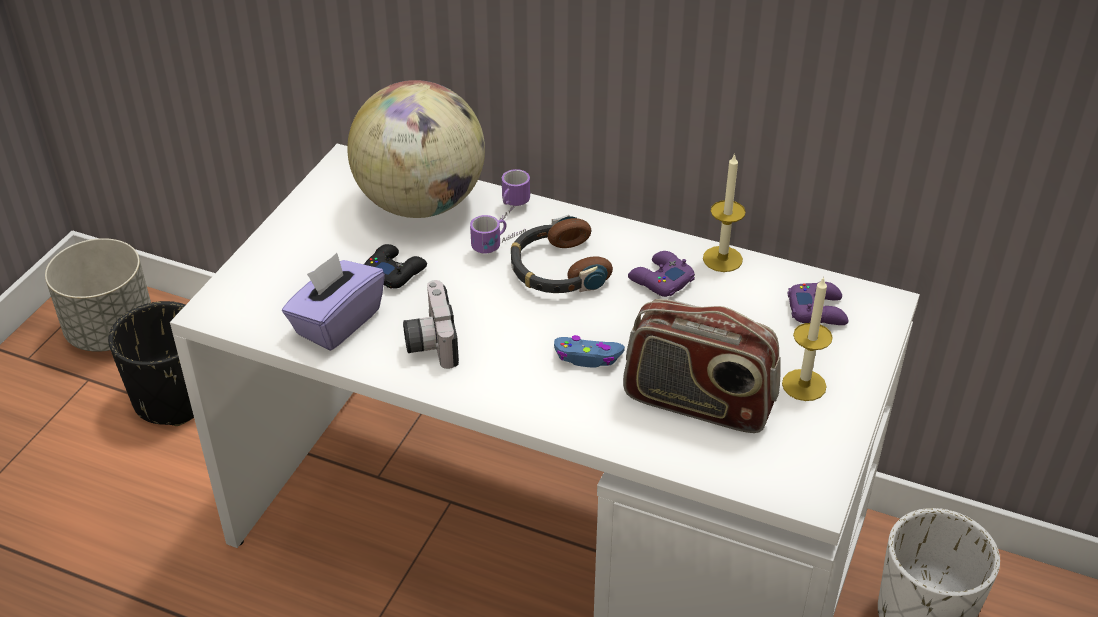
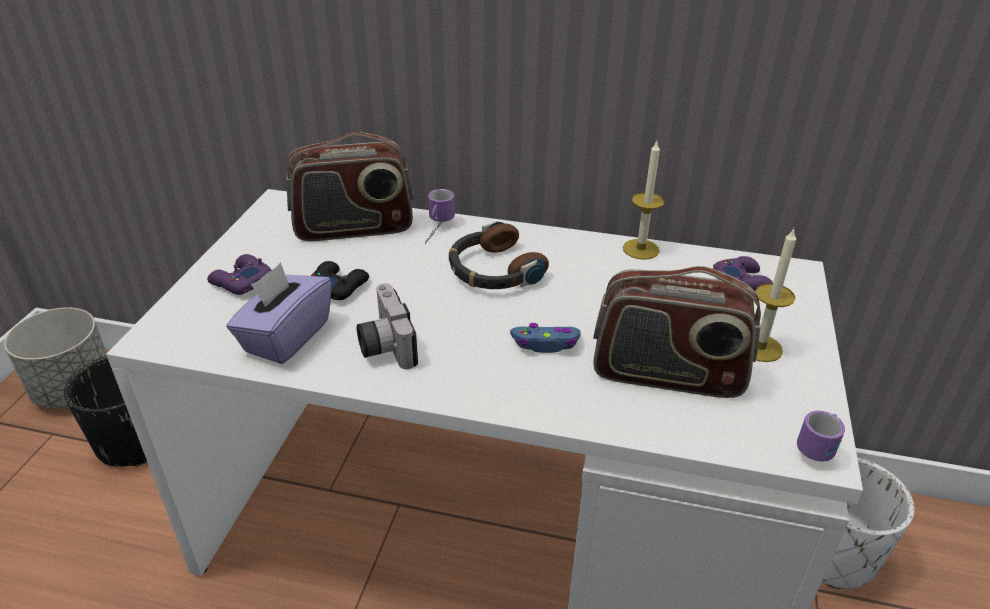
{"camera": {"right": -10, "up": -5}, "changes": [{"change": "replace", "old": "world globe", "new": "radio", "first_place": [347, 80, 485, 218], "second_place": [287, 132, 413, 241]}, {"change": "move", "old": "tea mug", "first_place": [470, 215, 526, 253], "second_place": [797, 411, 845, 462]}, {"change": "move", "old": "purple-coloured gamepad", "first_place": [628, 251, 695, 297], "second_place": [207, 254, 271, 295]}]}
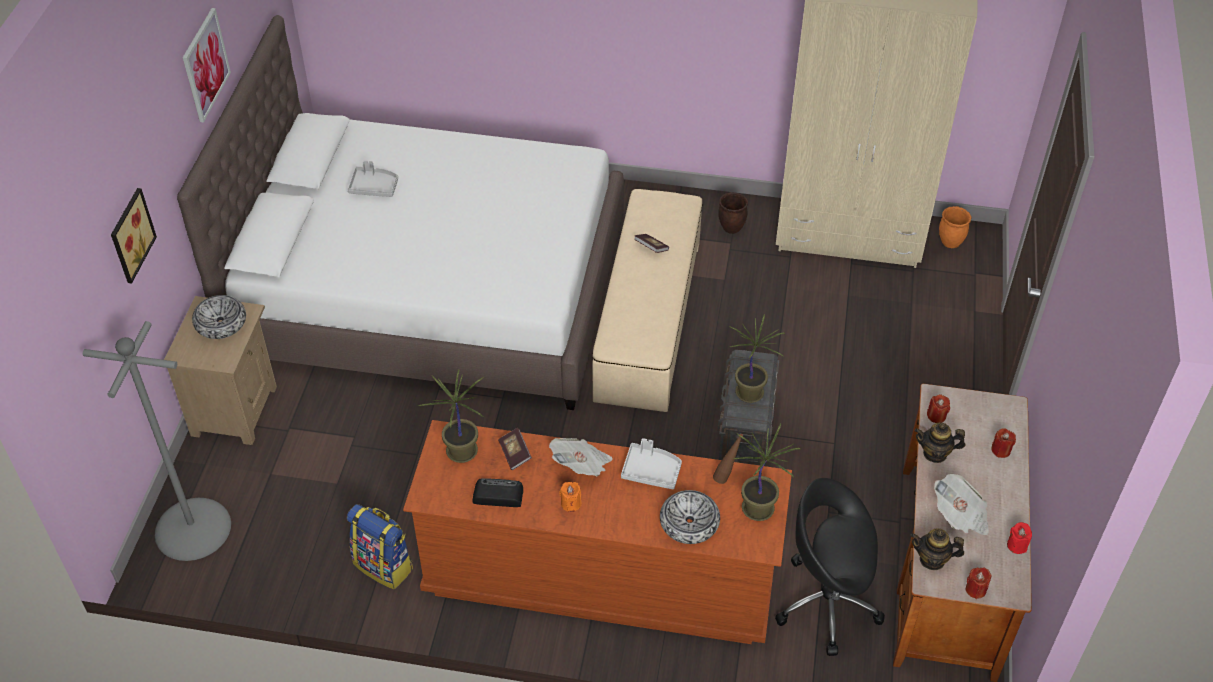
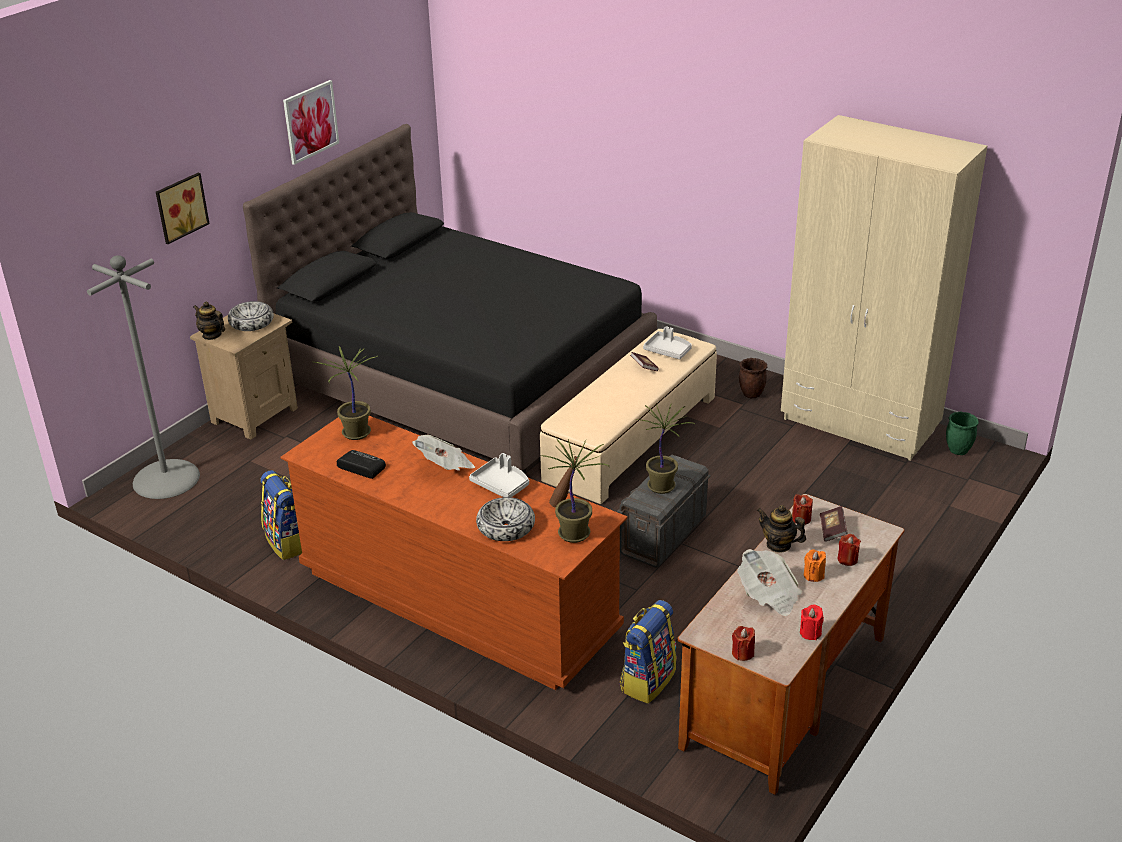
{"camera": {"right": 25, "up": -15}, "changes": [{"change": "recolor", "old": "white-coloured sleeping bed", "new": "black-coloured sleeping bed", "first_place": [177, 15, 624, 410], "second_place": [243, 124, 657, 475]}, {"change": "move", "old": "gray serving tray", "first_place": [348, 160, 398, 197], "second_place": [643, 326, 692, 359]}, {"change": "recolor", "old": "orange planter", "new": "green planter", "first_place": [939, 206, 971, 248], "second_place": [946, 411, 979, 455]}, {"change": "move", "old": "volume", "first_place": [498, 428, 532, 470], "second_place": [820, 506, 848, 542]}, {"change": "replace", "old": "black-coloured computer chair", "new": "backpack", "first_place": [775, 478, 885, 656], "second_place": [620, 600, 677, 704]}, {"change": "move", "old": "orange wax light", "first_place": [559, 482, 582, 512], "second_place": [804, 550, 826, 582]}, {"change": "move", "old": "tea pot", "first_place": [910, 529, 964, 570], "second_place": [193, 302, 225, 340]}]}
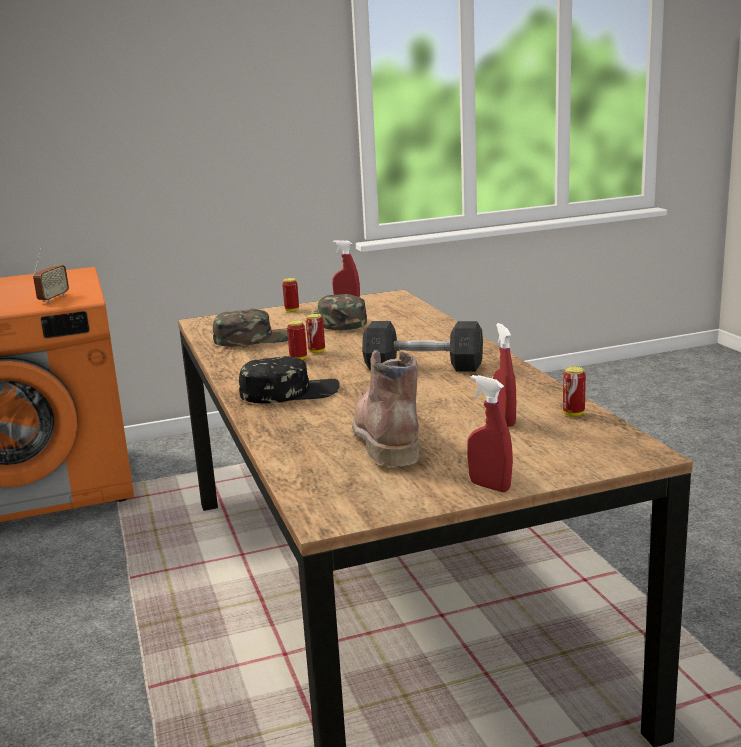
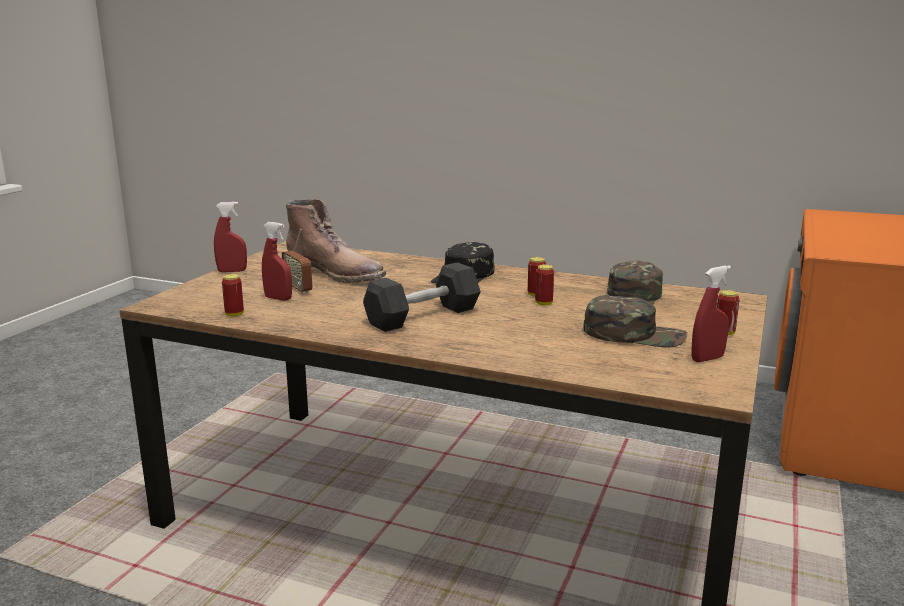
{"camera": {"right": 130, "up": 0}, "changes": [{"change": "move", "old": "radio", "first_place": [33, 246, 69, 302], "second_place": [282, 229, 312, 294]}]}
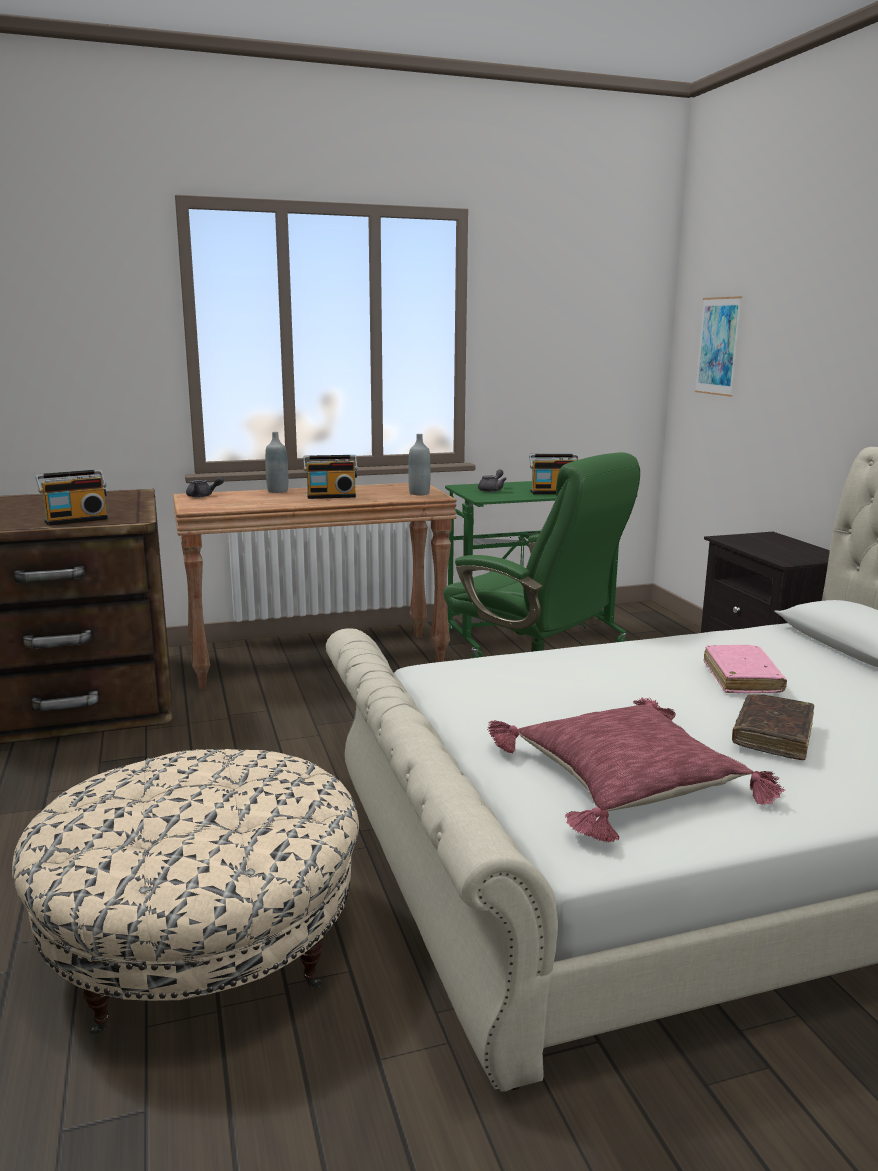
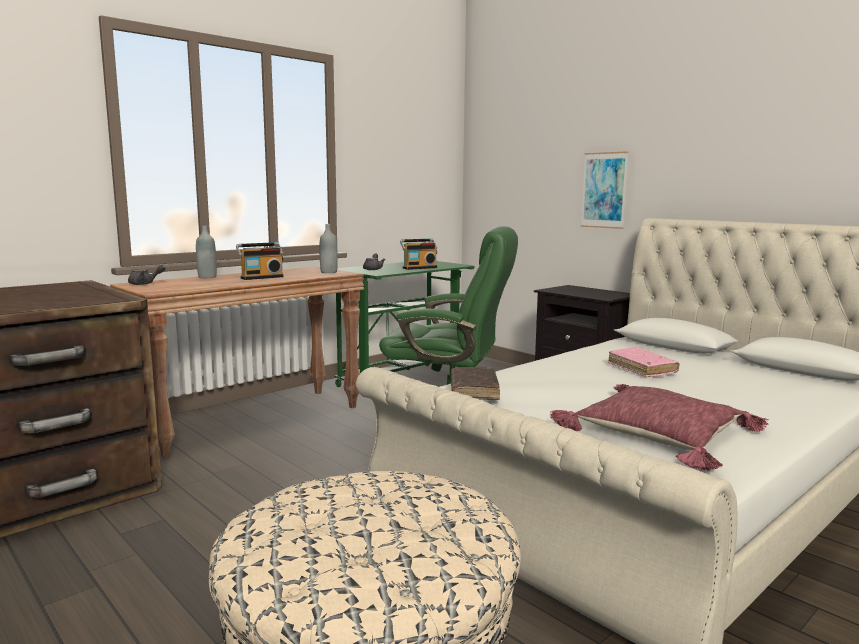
{"camera": {"right": -25, "up": -5}, "changes": [{"change": "move", "old": "picture", "first_place": [695, 296, 742, 397], "second_place": [581, 151, 628, 229]}, {"change": "delete", "old": "radio", "first_place": [35, 469, 108, 526]}, {"change": "move", "old": "brown-coloured volume", "first_place": [732, 694, 814, 760], "second_place": [451, 367, 500, 400]}]}
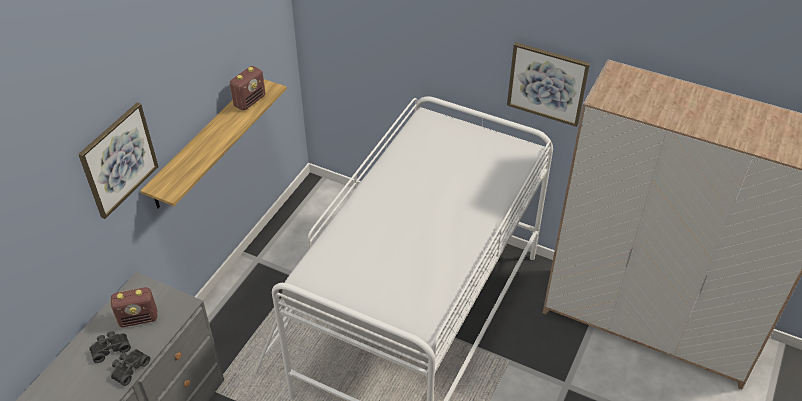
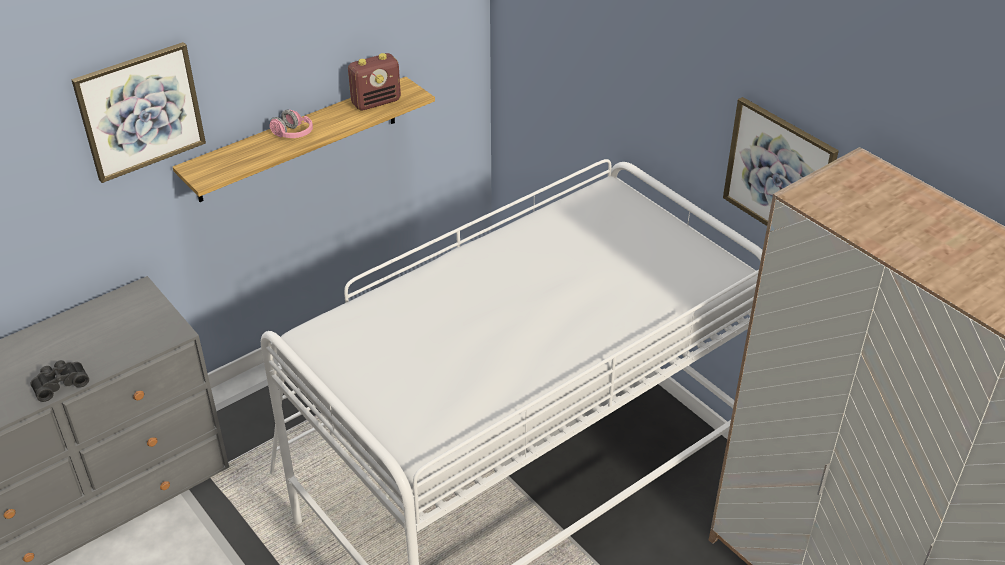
{"camera": {"right": 25, "up": -5}, "changes": [{"change": "delete", "old": "radio", "first_place": [111, 287, 158, 327]}, {"change": "delete", "old": "black-coloured pair of binoculars", "first_place": [89, 331, 131, 363]}, {"change": "insert", "new": "pink pair of headphones", "second_place": [270, 110, 313, 138]}]}
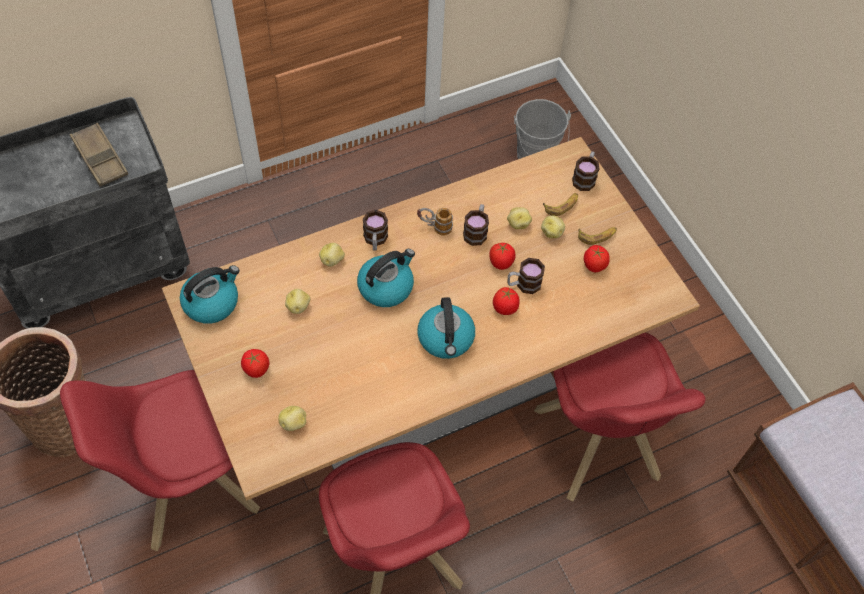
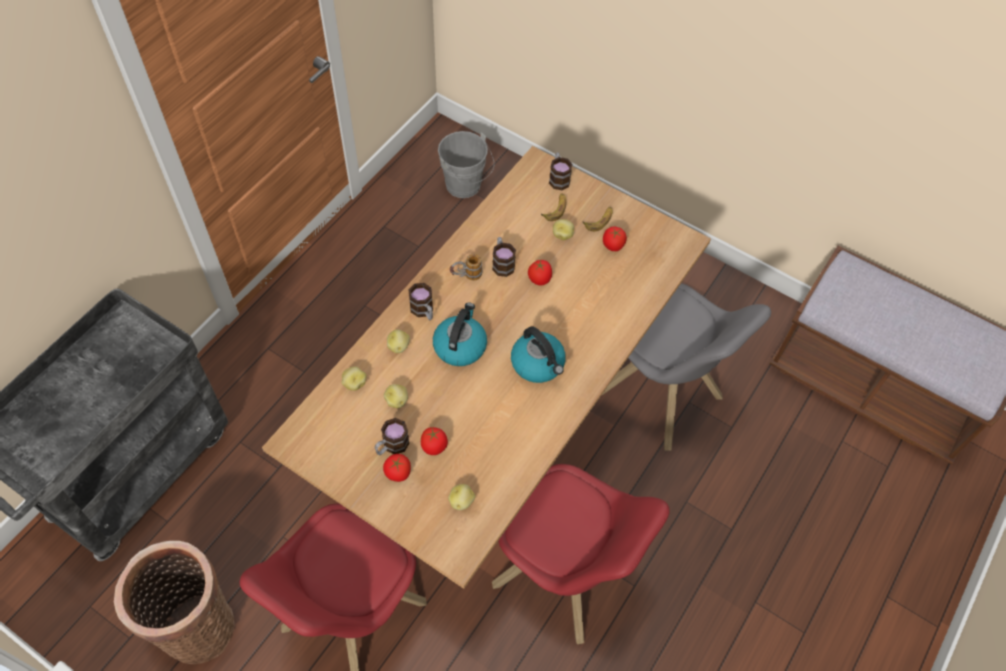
{"camera": {"right": -30, "up": 0}, "changes": [{"change": "delete", "old": "brown-coloured serving tray", "first_place": [70, 123, 128, 187]}, {"change": "move", "old": "spud", "first_place": [507, 207, 532, 229], "second_place": [342, 366, 367, 391]}, {"change": "move", "old": "tea mug", "first_place": [507, 258, 545, 294], "second_place": [375, 418, 409, 455]}, {"change": "delete", "old": "tea kettle", "first_place": [180, 265, 239, 324]}, {"change": "move", "old": "fresh tomato", "first_place": [493, 287, 520, 315], "second_place": [421, 427, 448, 455]}, {"change": "recolor", "old": "red upright chair", "new": "gray upright chair", "first_place": [534, 333, 706, 502], "second_place": [602, 283, 771, 451]}]}
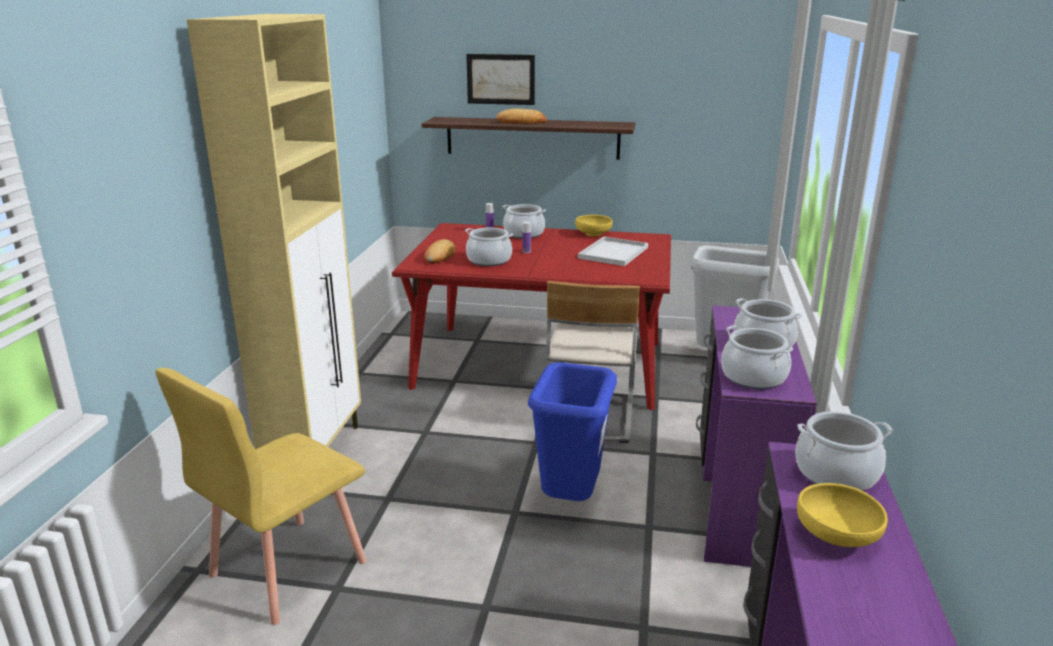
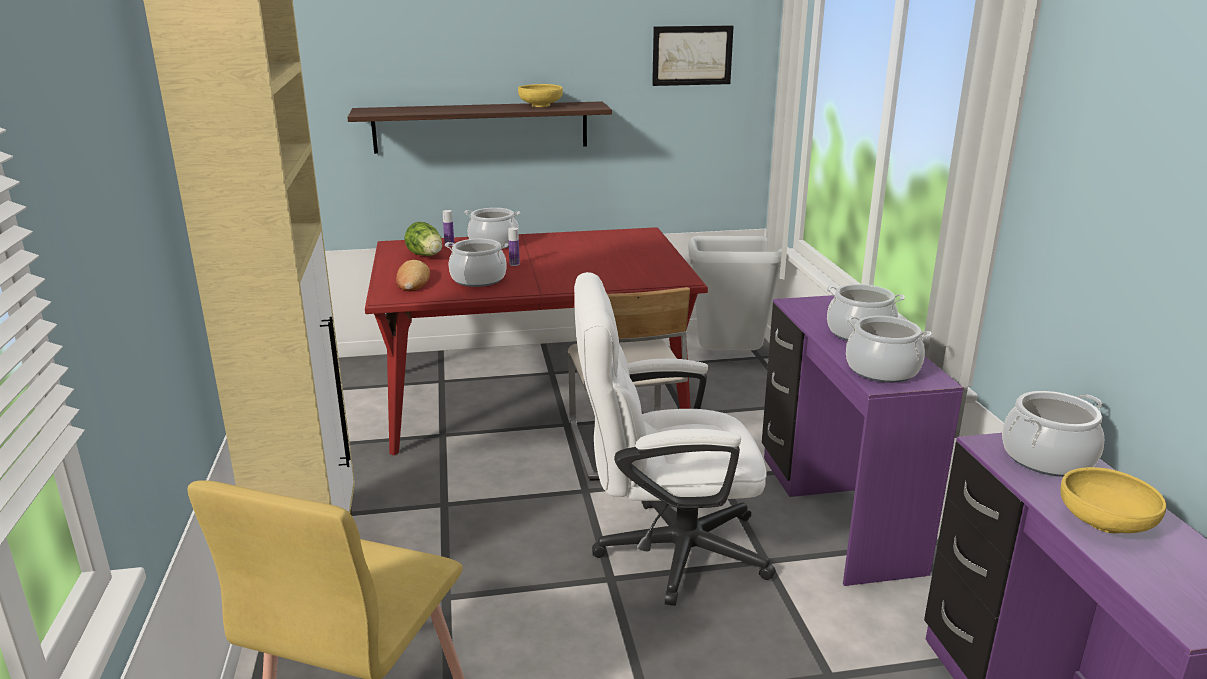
{"camera": {"right": -20, "up": 0}, "changes": [{"change": "move", "old": "picture", "first_place": [466, 54, 535, 105], "second_place": [652, 25, 734, 86]}, {"change": "delete", "old": "bakery bread", "first_place": [496, 108, 547, 124]}, {"change": "move", "old": "yellow deep dish", "first_place": [575, 215, 613, 236], "second_place": [518, 84, 563, 107]}, {"change": "delete", "old": "white-coloured serving tray", "first_place": [578, 236, 648, 266]}, {"change": "replace", "old": "blue trash can", "new": "white-coloured computer chair", "first_place": [528, 362, 617, 501], "second_place": [574, 272, 776, 606]}, {"change": "insert", "new": "head of lettuce", "second_place": [404, 222, 442, 256]}]}
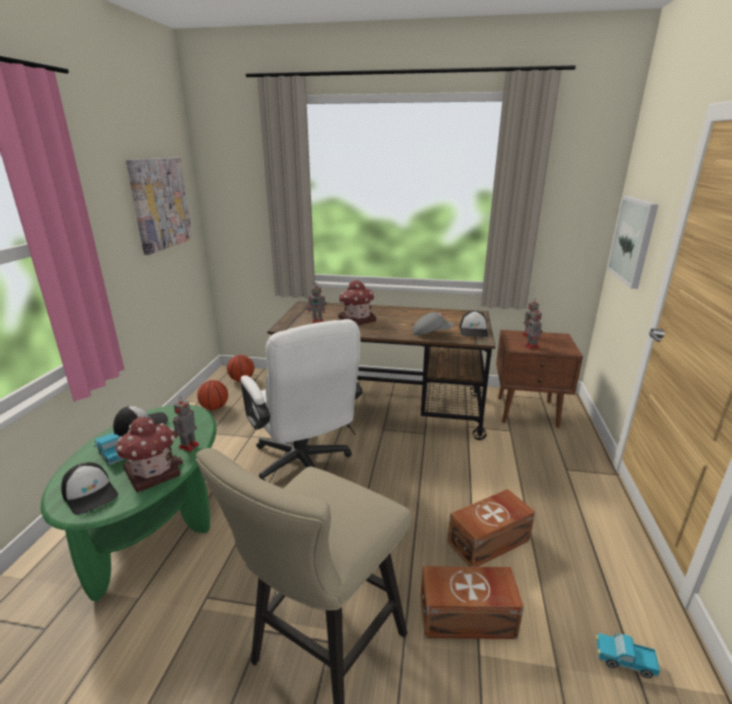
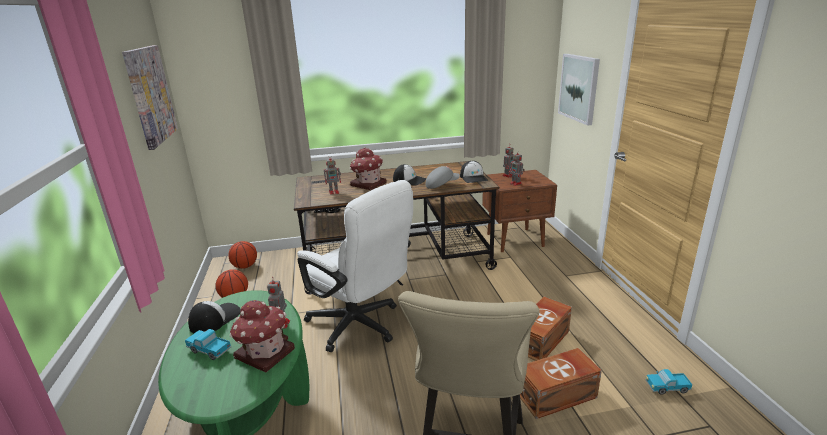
{"camera": {"right": -20, "up": 0}, "changes": [{"change": "move", "old": "cap", "first_place": [61, 462, 118, 515], "second_place": [393, 164, 426, 186]}]}
